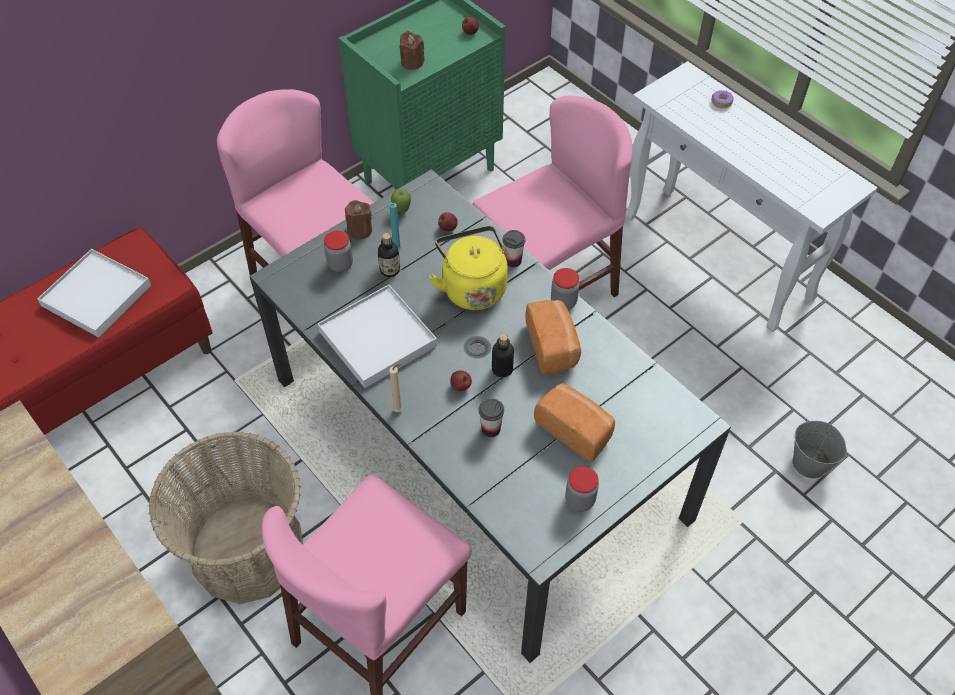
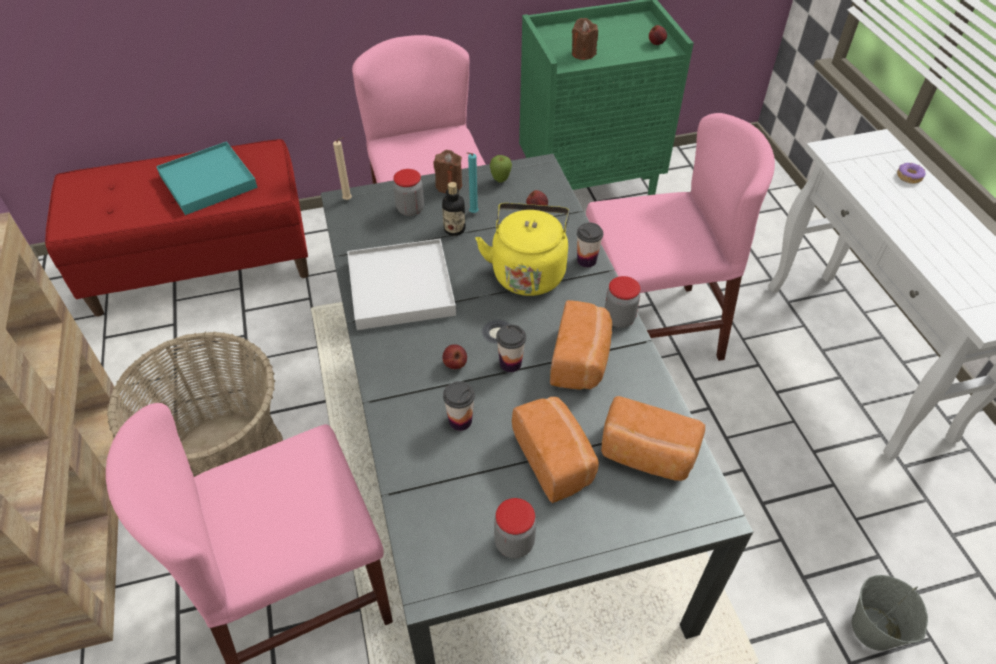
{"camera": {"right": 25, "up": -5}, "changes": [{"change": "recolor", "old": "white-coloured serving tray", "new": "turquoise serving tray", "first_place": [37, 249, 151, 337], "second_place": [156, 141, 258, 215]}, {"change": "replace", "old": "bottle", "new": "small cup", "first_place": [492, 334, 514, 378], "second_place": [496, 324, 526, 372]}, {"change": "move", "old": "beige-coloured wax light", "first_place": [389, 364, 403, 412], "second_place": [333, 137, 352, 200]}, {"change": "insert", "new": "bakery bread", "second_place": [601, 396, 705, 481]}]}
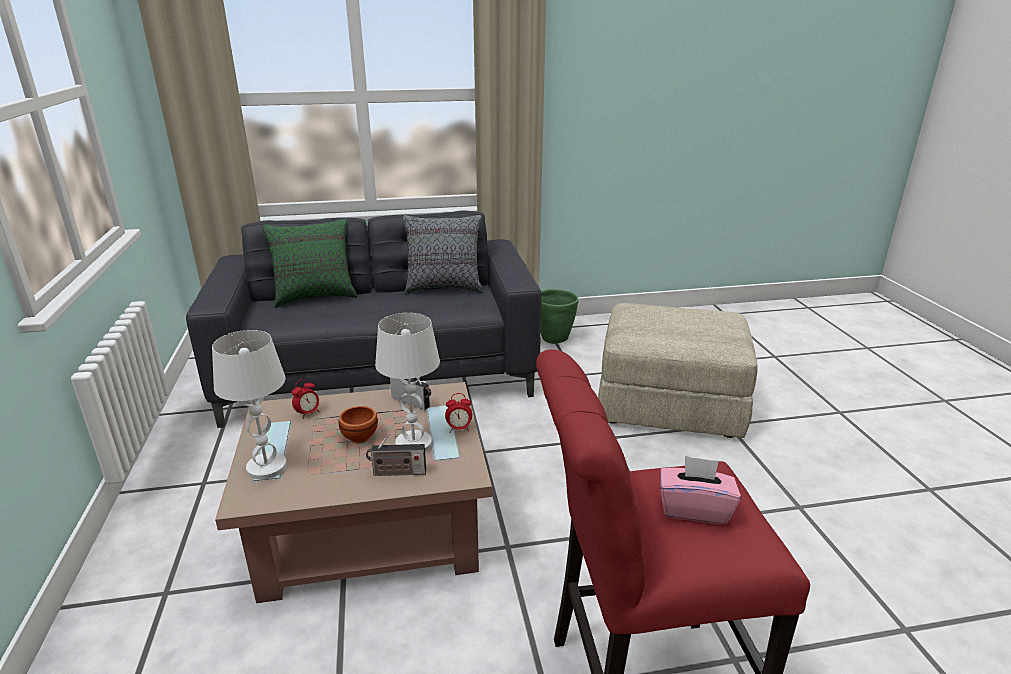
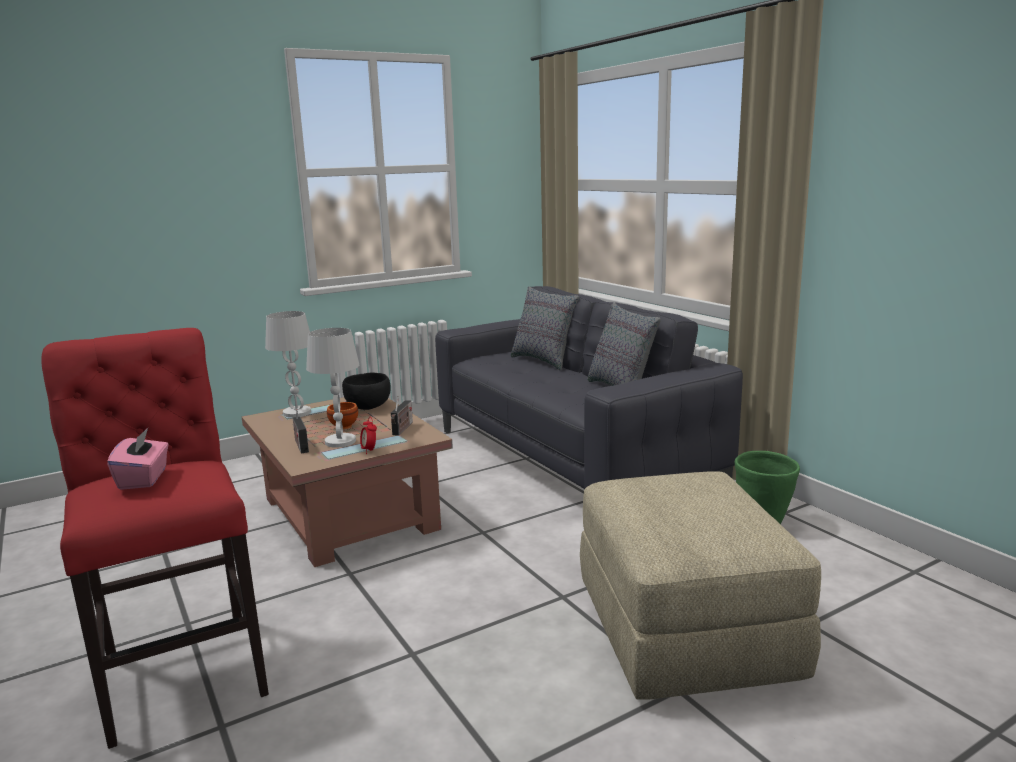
{"camera": {"right": 70, "up": -10}, "changes": [{"change": "recolor", "old": "green throw pillow", "new": "gray throw pillow", "first_place": [262, 219, 357, 308], "second_place": [511, 286, 579, 370]}, {"change": "replace", "old": "bedside clock", "new": "black-coloured deep dish", "first_place": [291, 379, 319, 419], "second_place": [342, 373, 391, 410]}]}
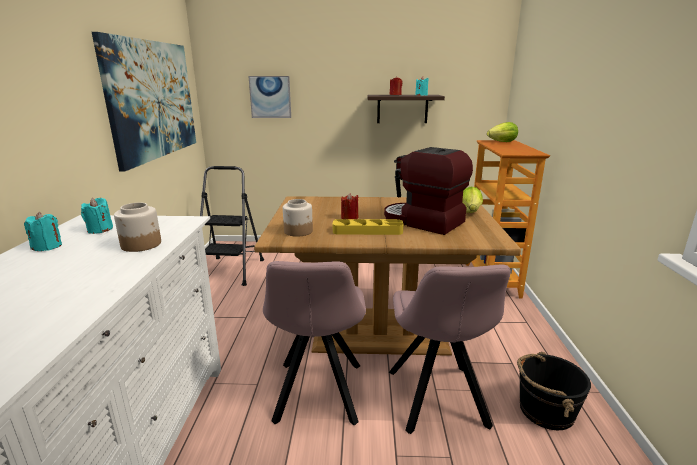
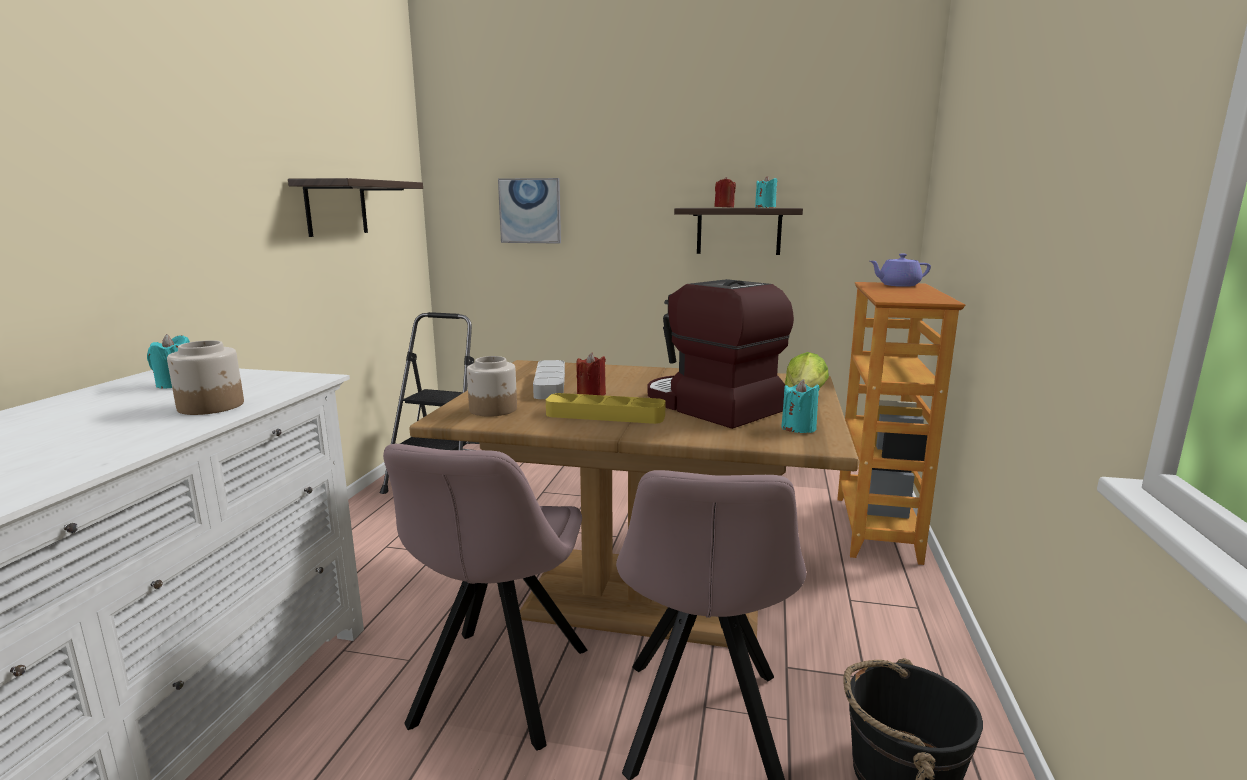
{"camera": {"right": 10, "up": -5}, "changes": [{"change": "replace", "old": "picture", "new": "bracket shelf", "first_place": [92, 32, 196, 172], "second_place": [288, 178, 423, 237]}, {"change": "replace", "old": "head of lettuce", "new": "purple-coloured tea pot", "first_place": [487, 122, 518, 142], "second_place": [870, 254, 931, 287]}, {"change": "move", "old": "turquoise wax light", "first_place": [24, 212, 62, 251], "second_place": [781, 379, 820, 433]}, {"change": "insert", "new": "gray serving tray", "second_place": [533, 360, 565, 399]}]}
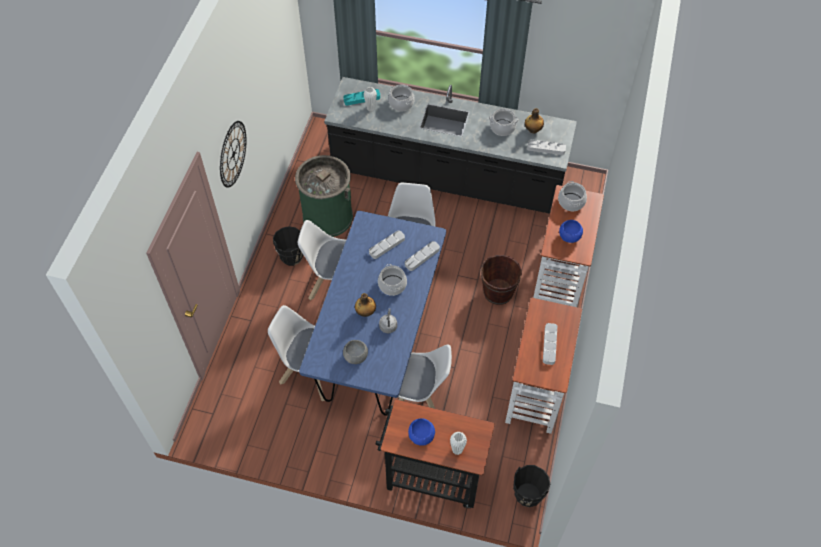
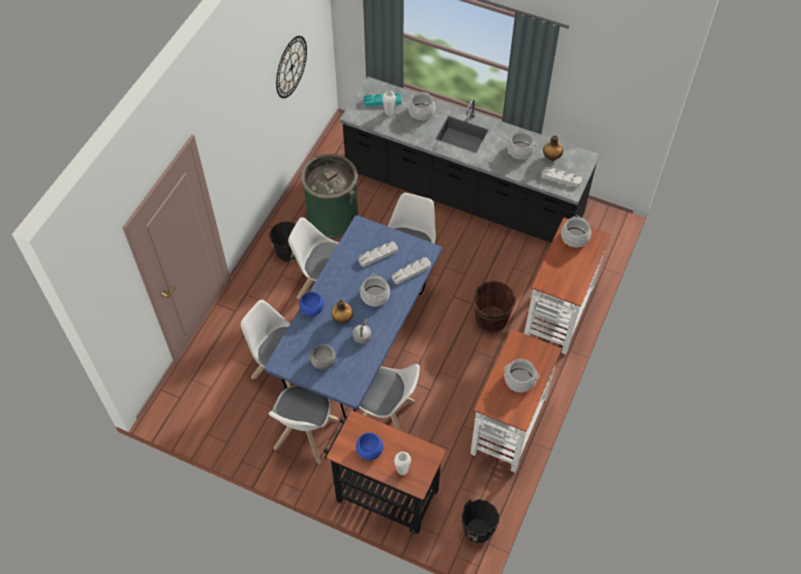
{"camera": {"right": 10, "up": 0}, "changes": [{"change": "move", "old": "hanging clock", "first_place": [220, 121, 247, 188], "second_place": [276, 36, 307, 98]}, {"change": "move", "old": "blue deep dish", "first_place": [559, 220, 583, 243], "second_place": [299, 292, 324, 316]}, {"change": "replace", "old": "gray serving tray", "new": "cooking pot", "first_place": [543, 323, 557, 365], "second_place": [504, 359, 539, 392]}, {"change": "insert", "new": "upright chair", "second_place": [268, 385, 338, 464]}]}
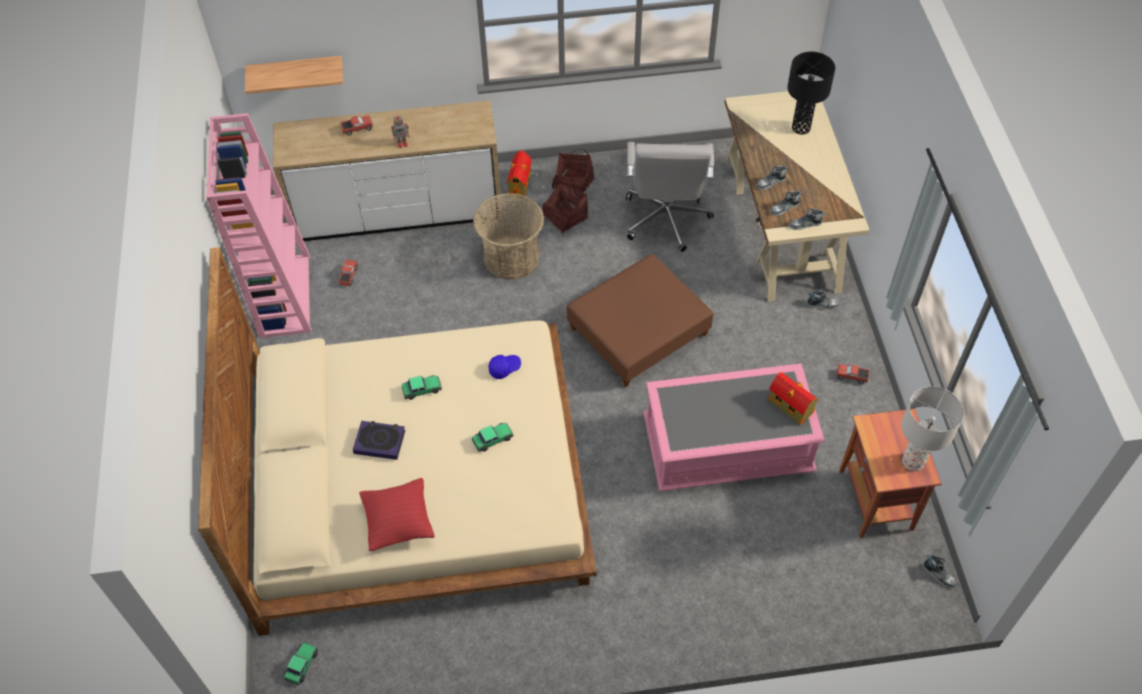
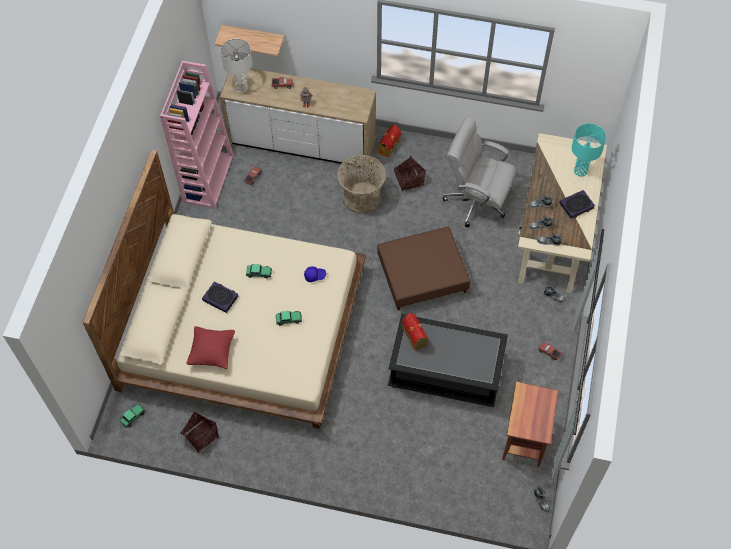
{"camera": {"right": 20, "up": 5}, "changes": [{"change": "recolor", "old": "black-coloured table lamp", "new": "turquoise table lamp", "first_place": [787, 52, 835, 134], "second_place": [572, 123, 606, 177]}, {"change": "rotate", "old": "gray computer chair", "first_place": [626, 142, 714, 252], "second_place": [443, 117, 517, 227], "degrees": 90}, {"change": "move", "old": "household basket", "first_place": [552, 149, 594, 193], "second_place": [180, 412, 218, 453]}, {"change": "recolor", "old": "pink lounge table", "new": "black-coloured lounge table", "first_place": [643, 363, 825, 491], "second_place": [388, 314, 508, 407]}, {"change": "move", "old": "toy house", "first_place": [768, 372, 818, 425], "second_place": [402, 313, 428, 351]}, {"change": "move", "old": "white-coloured table lamp", "first_place": [901, 386, 964, 471], "second_place": [220, 38, 253, 93]}, {"change": "insert", "new": "volume", "second_place": [559, 190, 595, 219]}]}
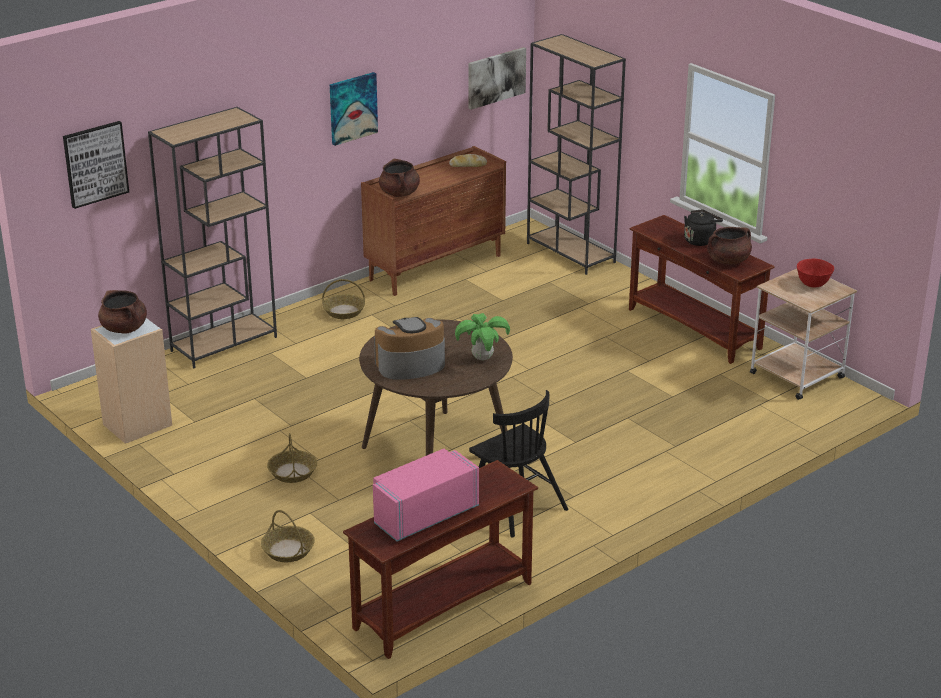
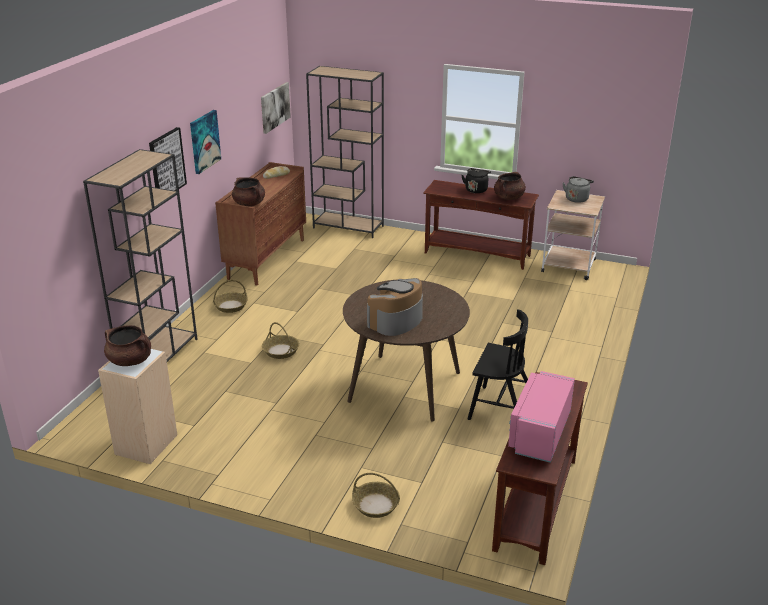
{"camera": {"right": -30, "up": 0}, "changes": [{"change": "move", "old": "picture", "first_place": [63, 121, 129, 209], "second_place": [149, 127, 187, 191]}, {"change": "replace", "old": "red deep dish", "new": "gray tea kettle", "first_place": [797, 259, 834, 287], "second_place": [563, 176, 594, 203]}, {"change": "delete", "old": "potted plant", "first_place": [455, 313, 510, 360]}, {"change": "move", "old": "household basket", "first_place": [267, 433, 317, 483], "second_place": [262, 322, 299, 359]}]}
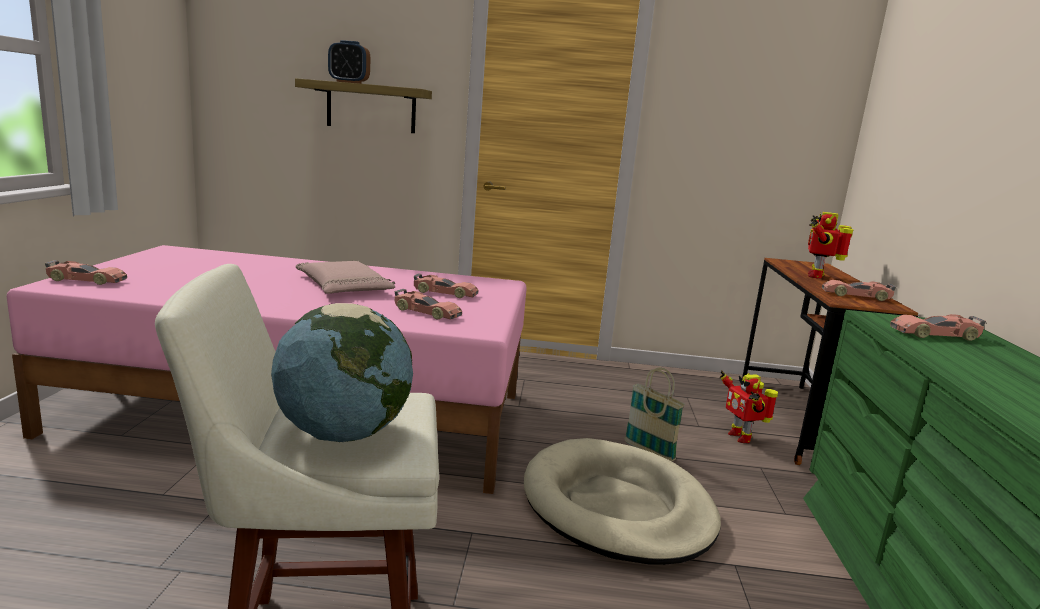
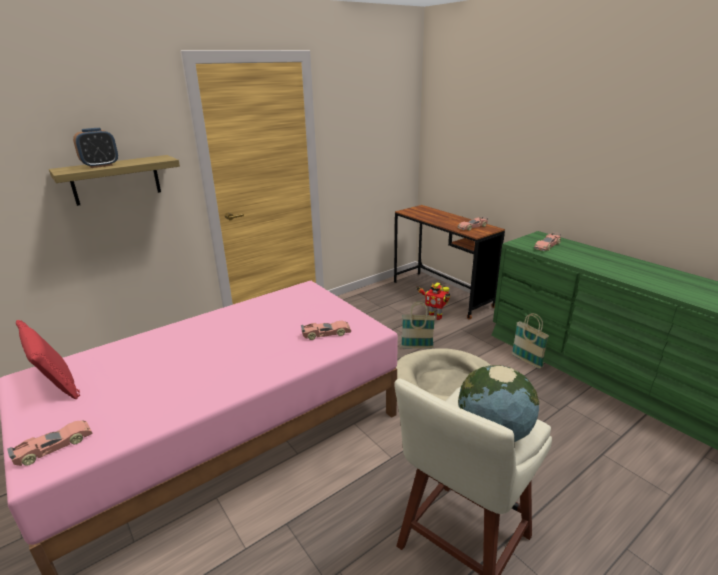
{"camera": {"right": -40, "up": 10}, "changes": [{"change": "delete", "old": "toy robot", "first_place": [807, 212, 854, 279]}, {"change": "delete", "old": "beige-coloured throw pillow", "first_place": [295, 260, 395, 294]}, {"change": "delete", "old": "toy car", "first_place": [414, 273, 478, 298]}, {"change": "insert", "new": "household basket", "second_place": [512, 313, 549, 369]}, {"change": "insert", "new": "red throw pillow", "second_place": [16, 320, 80, 399]}]}
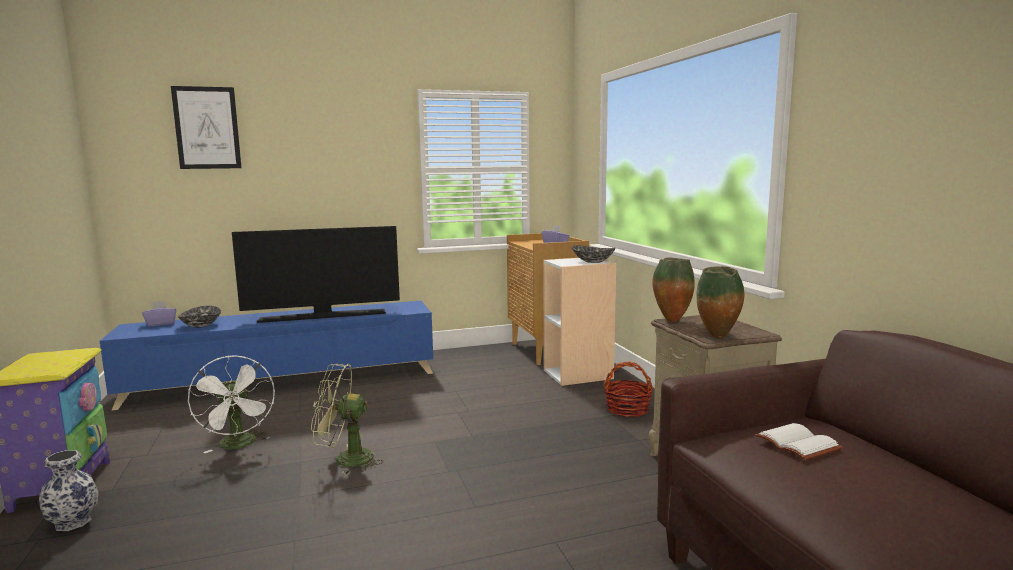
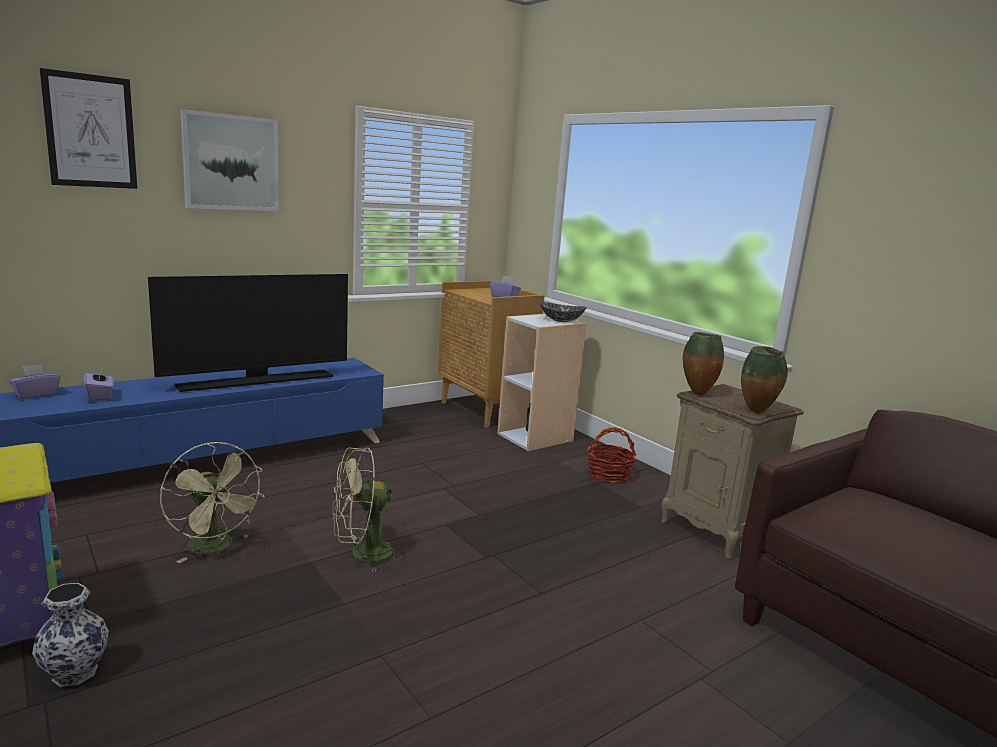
{"camera": {"right": -20, "up": 5}, "changes": [{"change": "replace", "old": "deep dish", "new": "purple-coloured tissue box", "first_place": [178, 306, 221, 328], "second_place": [84, 369, 114, 402]}, {"change": "recolor", "old": "white-coloured fan", "new": "green fan", "first_place": [188, 355, 275, 453], "second_place": [160, 442, 265, 563]}, {"change": "delete", "old": "white-coloured volume", "first_place": [755, 423, 842, 460]}, {"change": "insert", "new": "picture", "second_place": [180, 109, 279, 211]}]}
